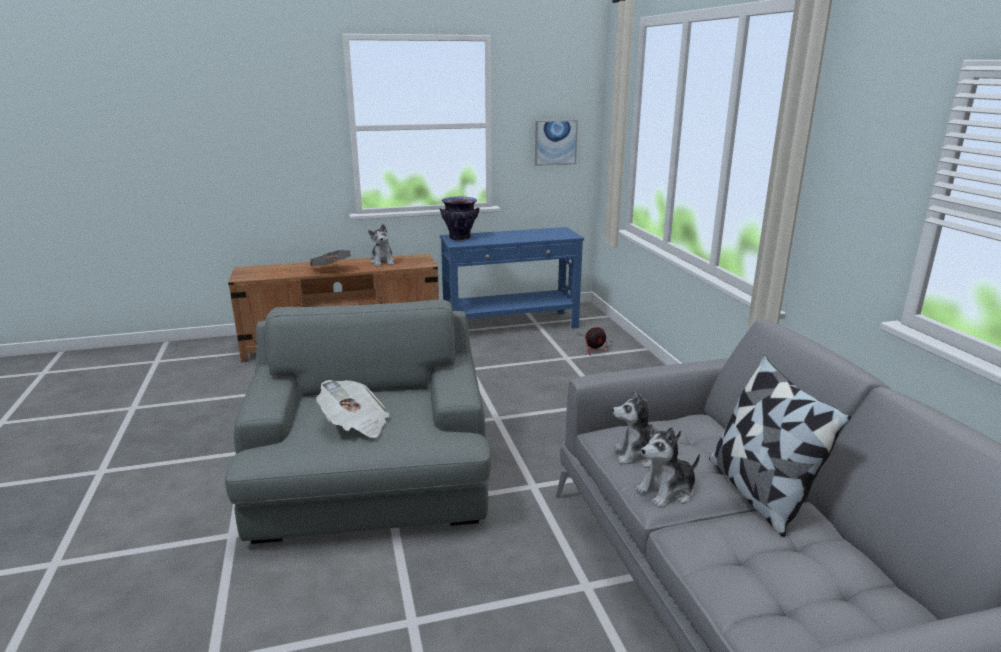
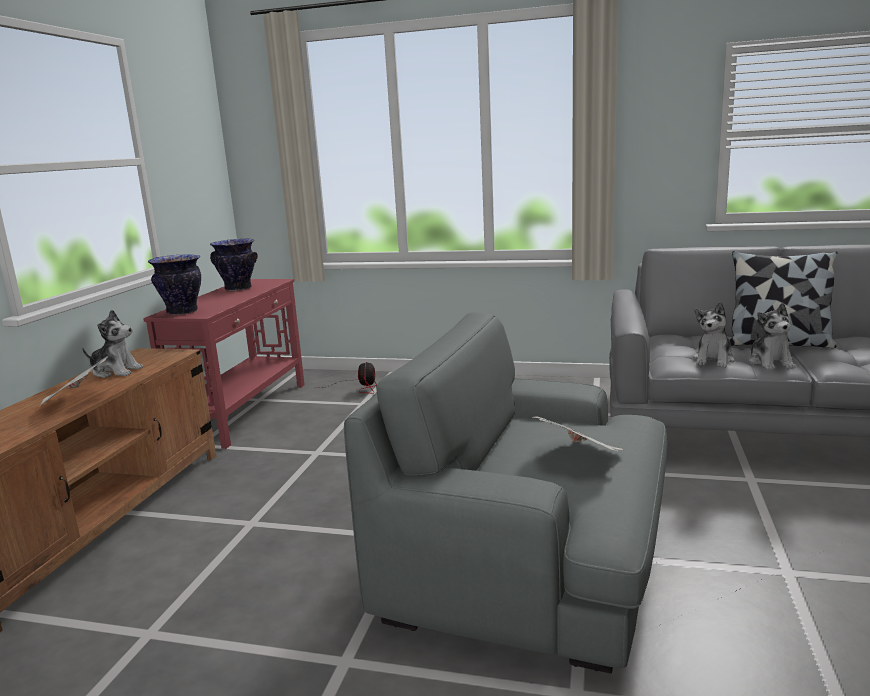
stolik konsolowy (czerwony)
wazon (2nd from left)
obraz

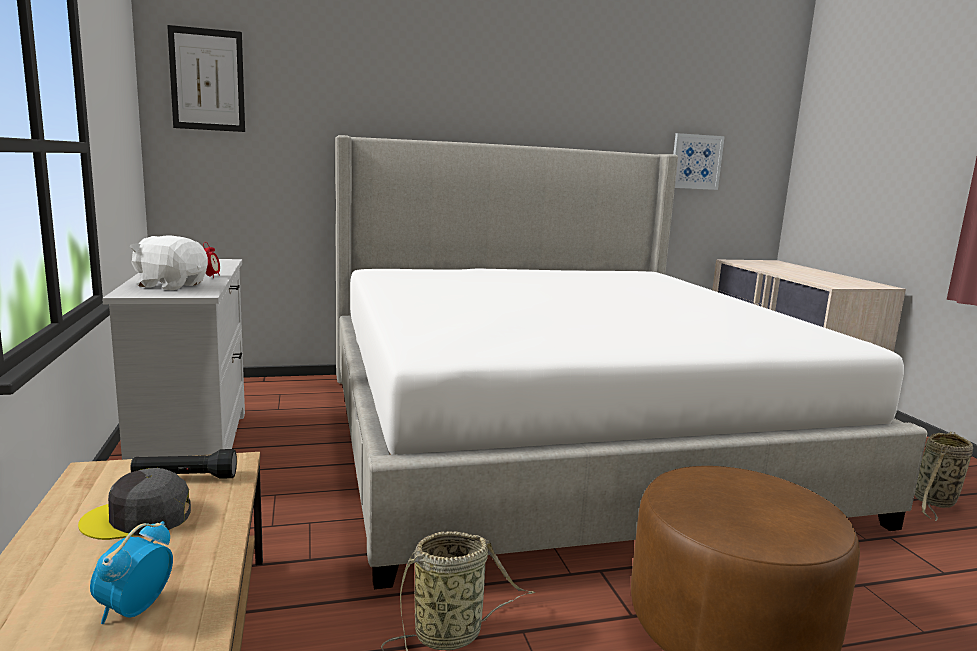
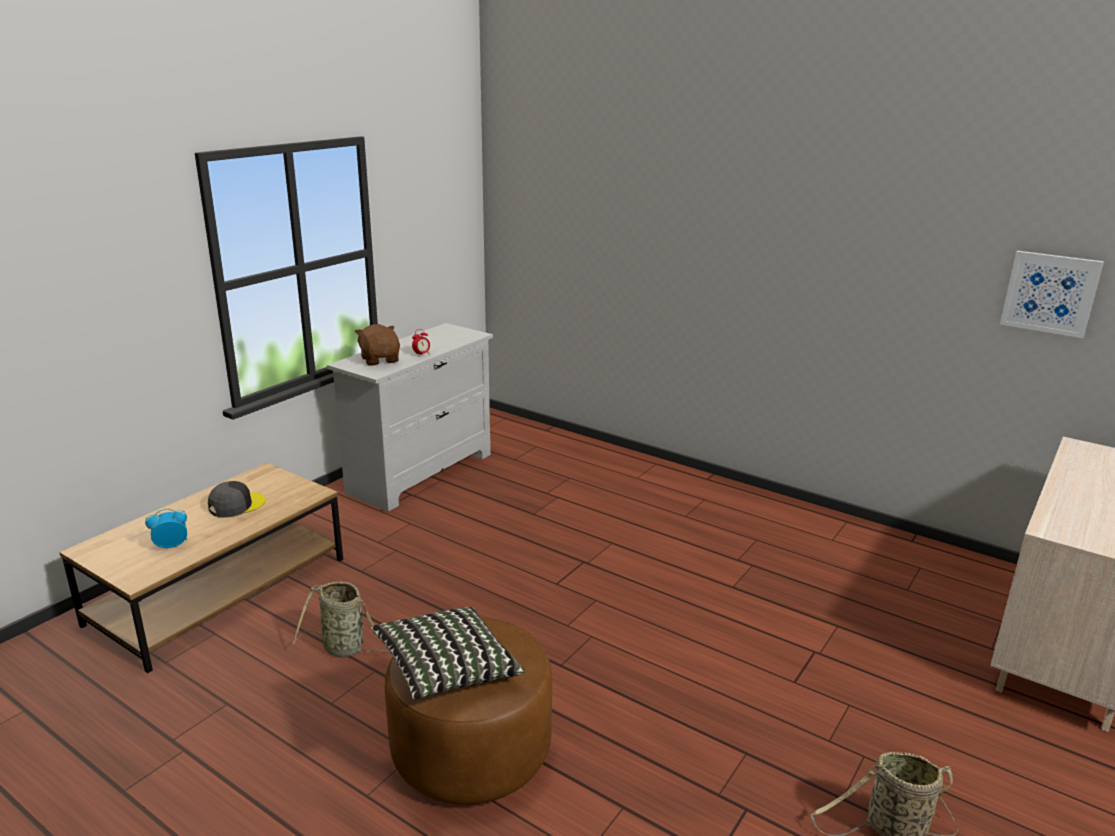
czapka z daszkiem (szary)
pluszak (brązowy)
poduszka
latarka (czarny)
obraz (1st from left in the first image)
łóżko

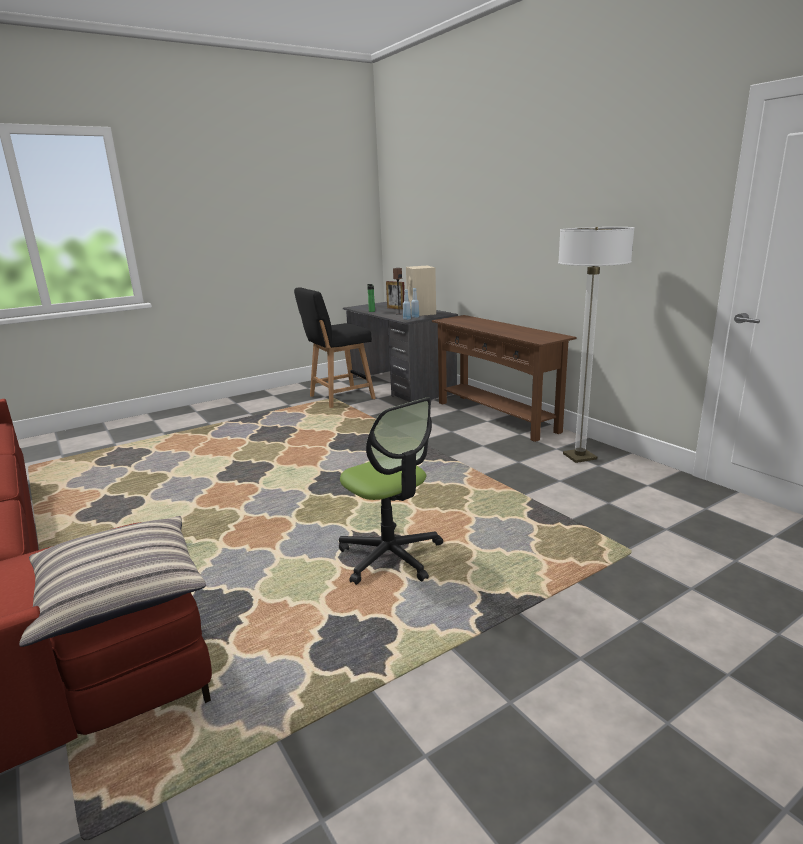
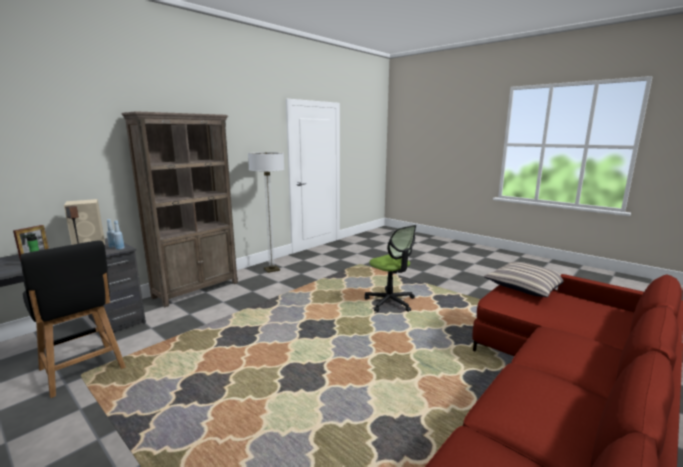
regał (brązowy)
krzesło biurowe

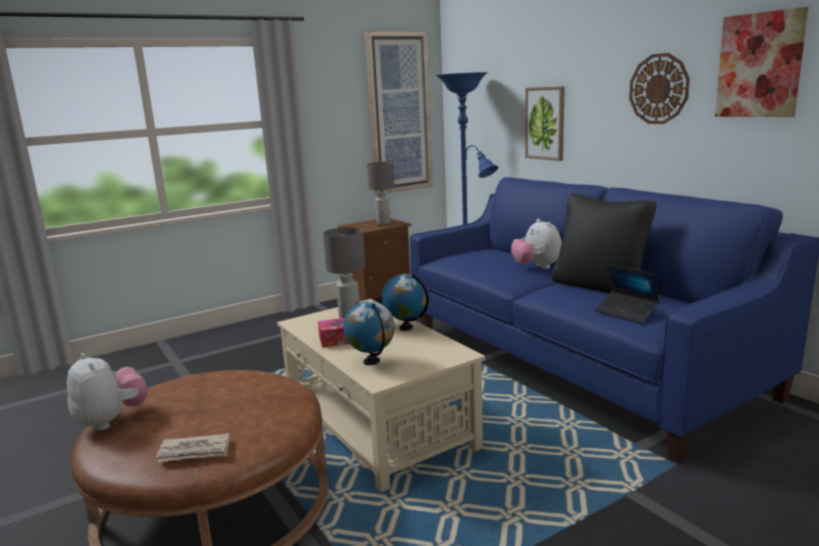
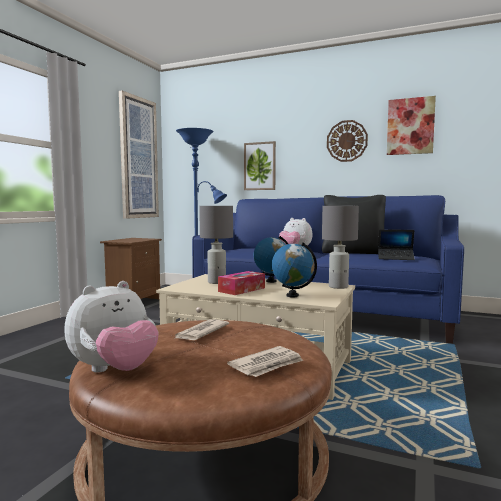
pluszak (1st from left)
gazeta (1st from left)
lampa stołowa (szary) (2nd from left)

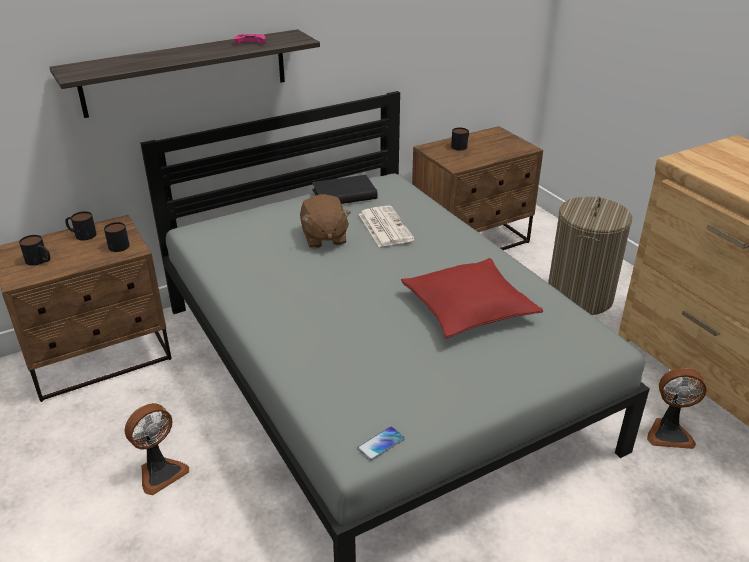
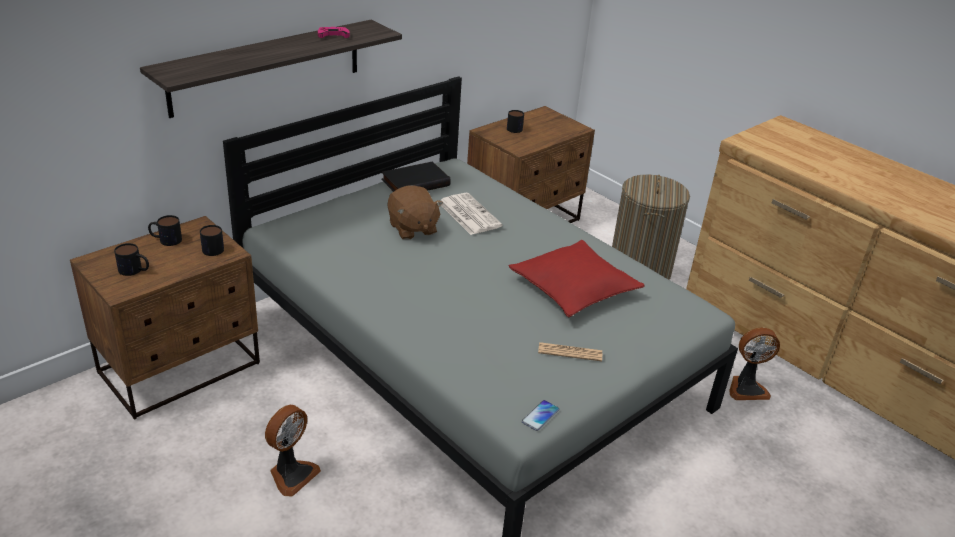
gazeta (2nd from left)

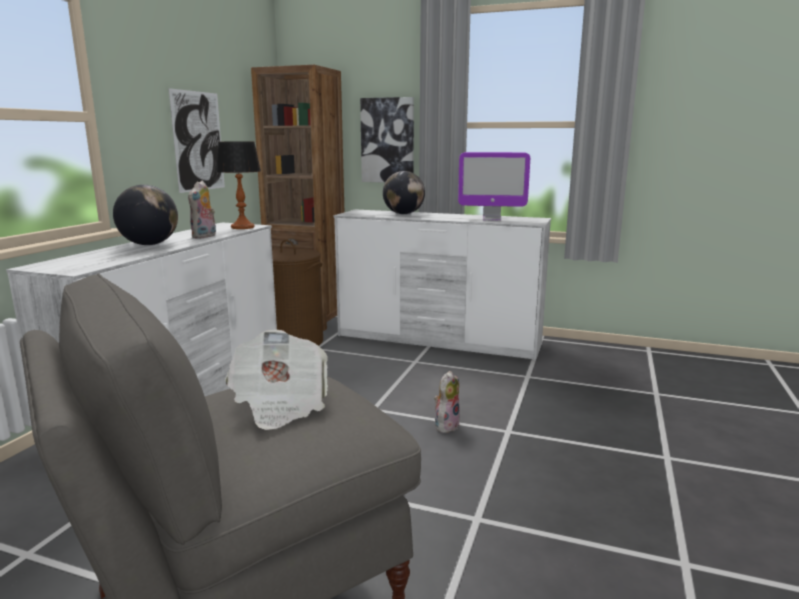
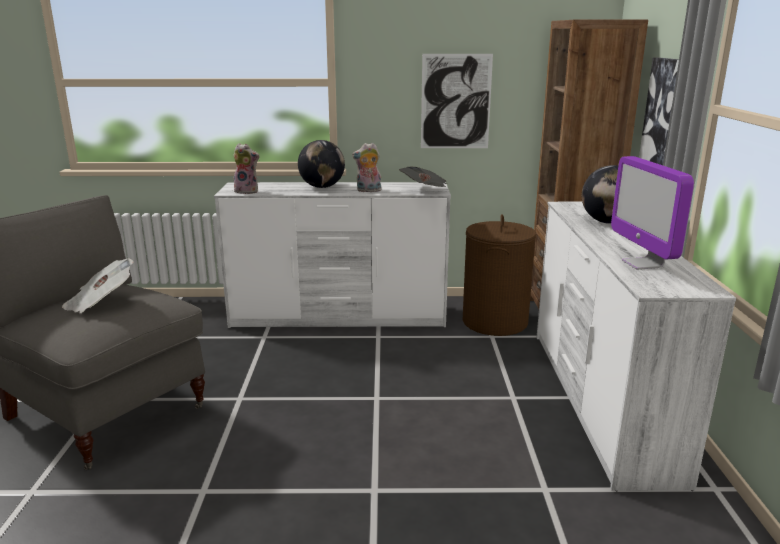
pluszak (1st from left)
gazeta (2nd from left)

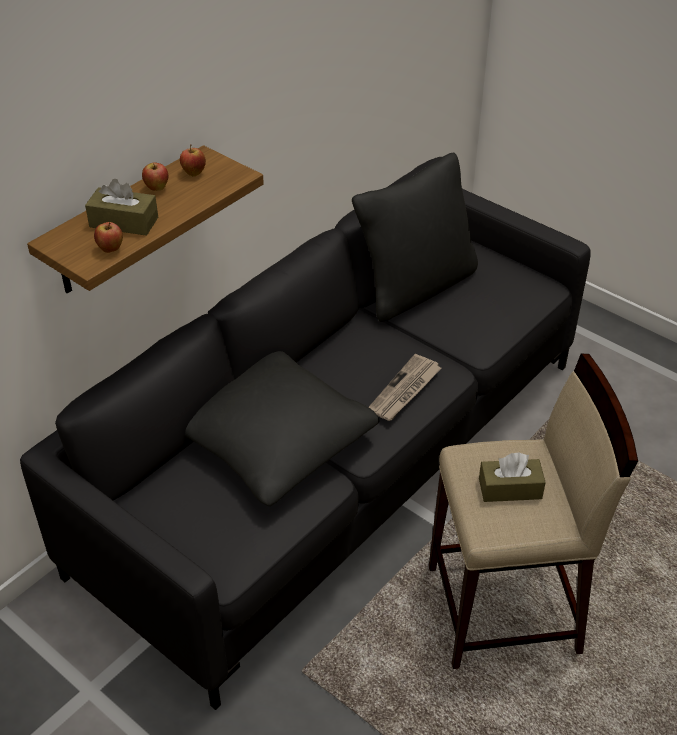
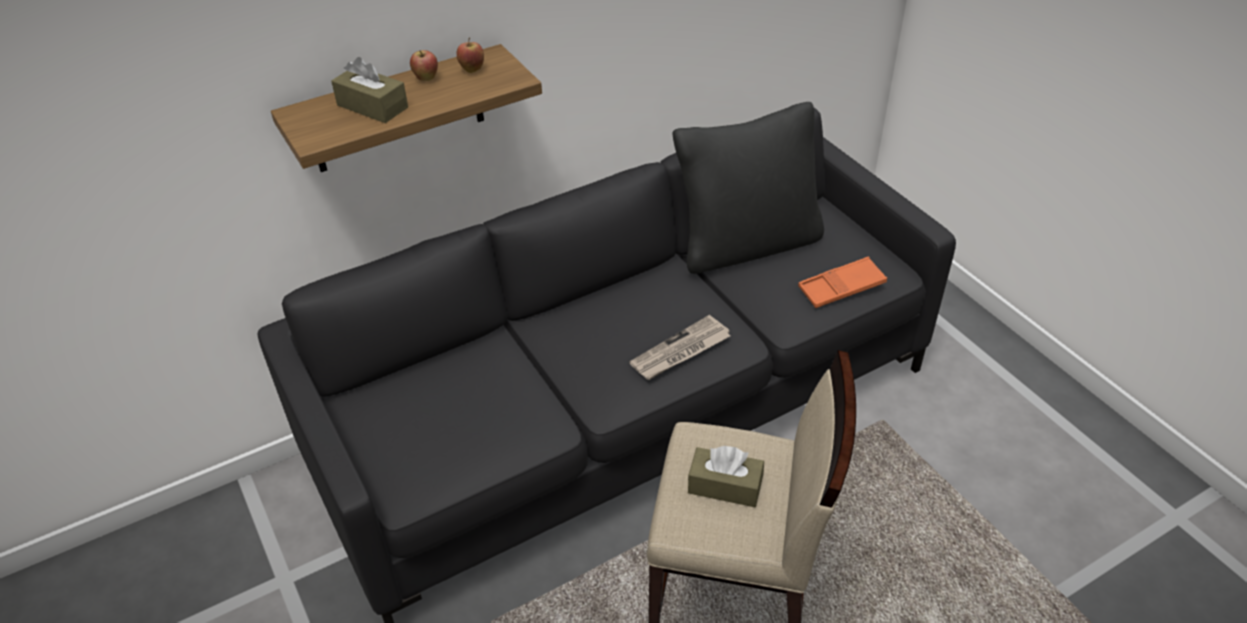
taca (pomarańczowy)
jabłko (1st from left in the first image)
poduszka (czarny) (1st from left in the first image)

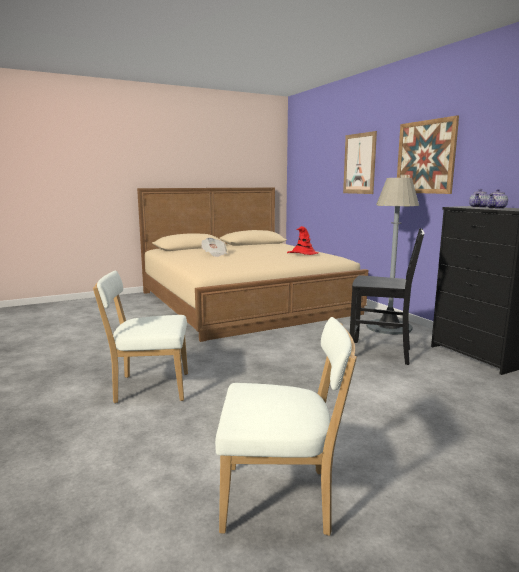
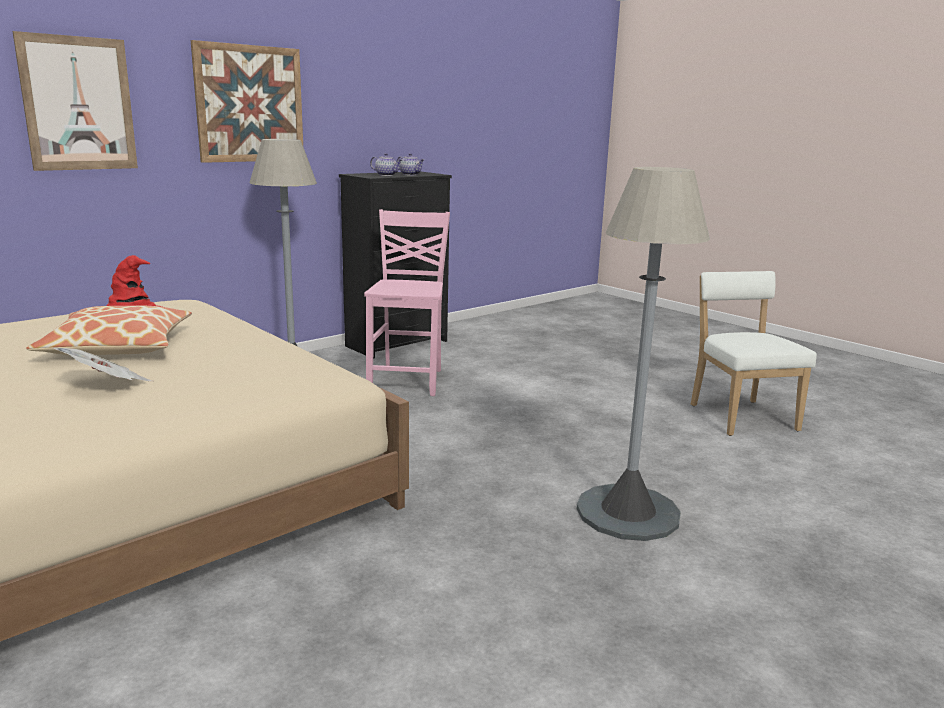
poduszka
krzesło (różowy)
lampa stojąca (szary) (2nd from left)

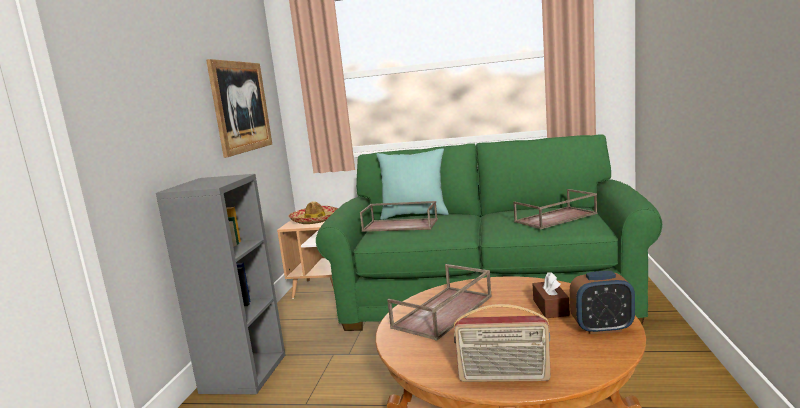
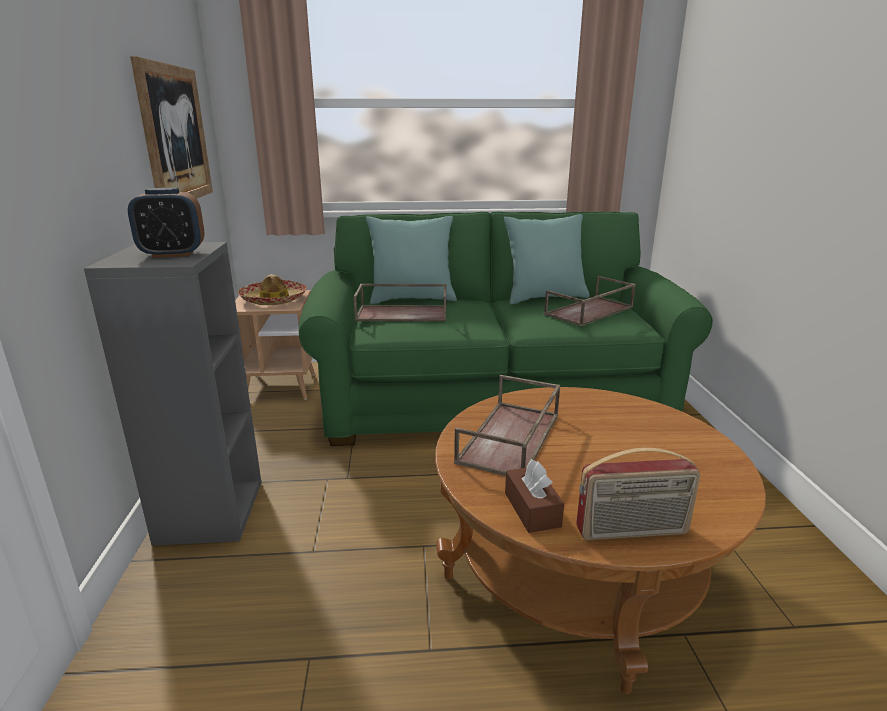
budzik
poduszka (turkusowy) (2nd from left)
pudełko chusteczek (brązowy)

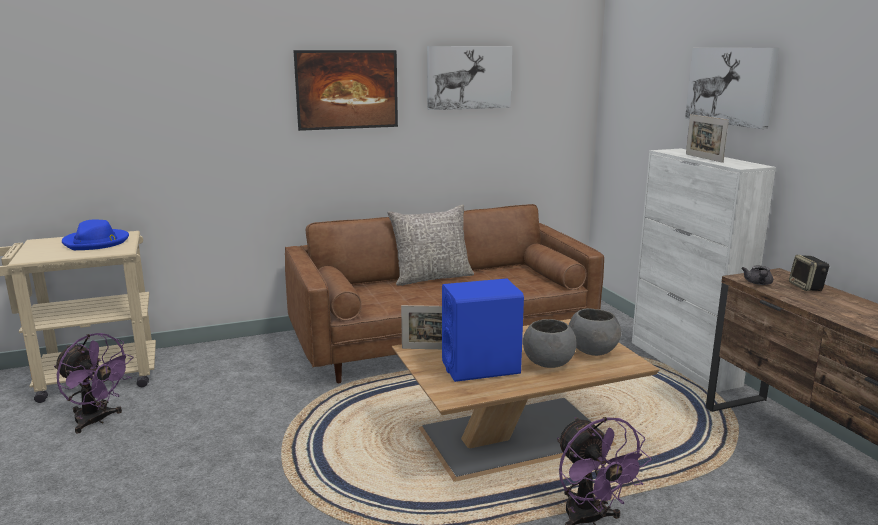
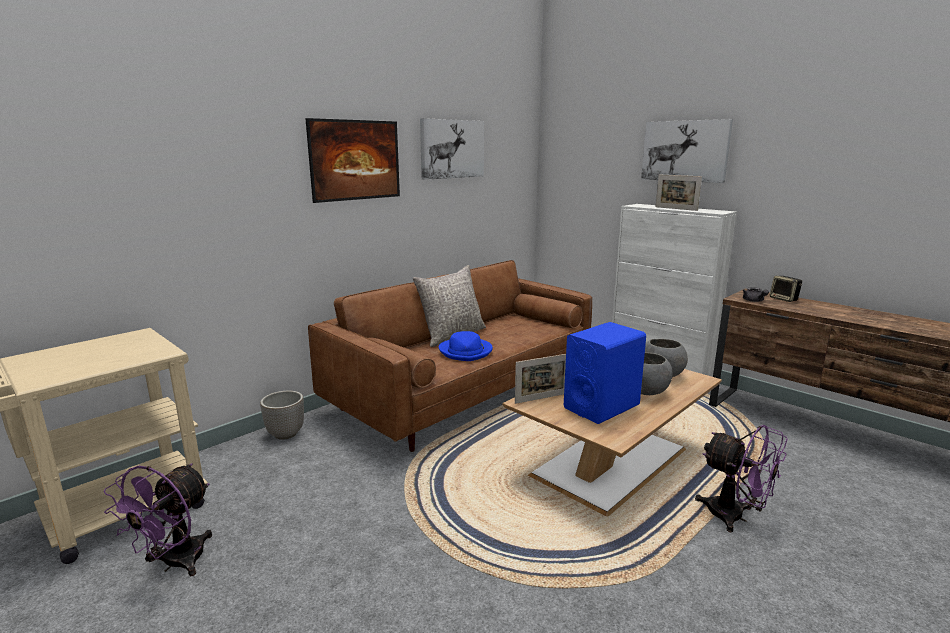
wentylator (fioletowy) (1st from left)
donica
kapelusz (niebieski)

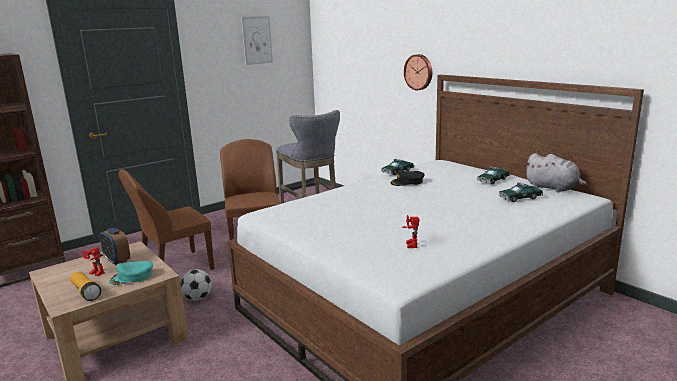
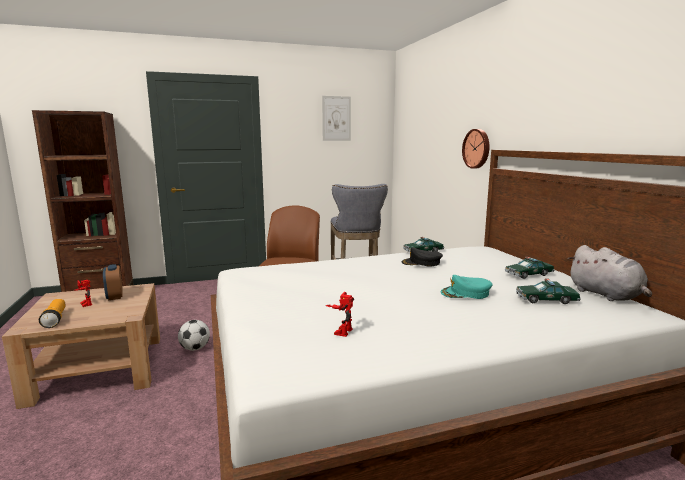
czapka z daszkiem (turkusowy)
krzesło (brązowy) (1st from left in the first image)

